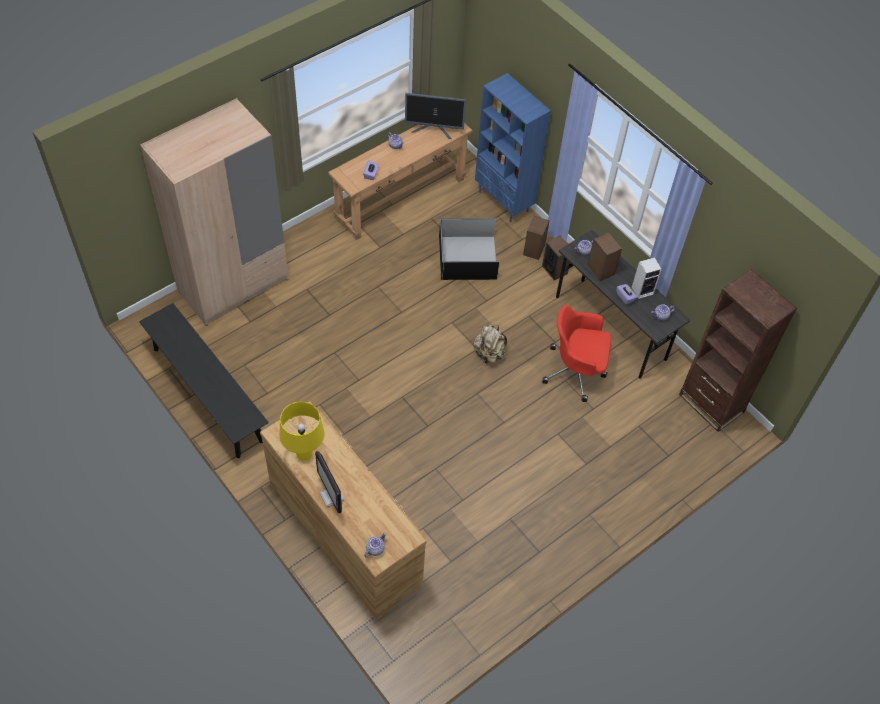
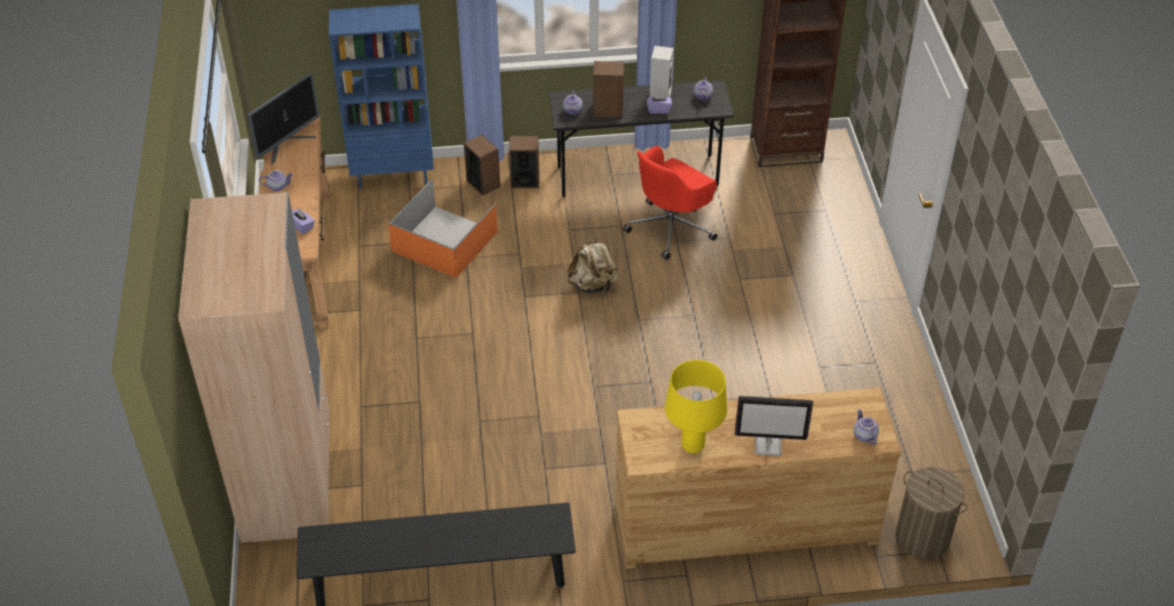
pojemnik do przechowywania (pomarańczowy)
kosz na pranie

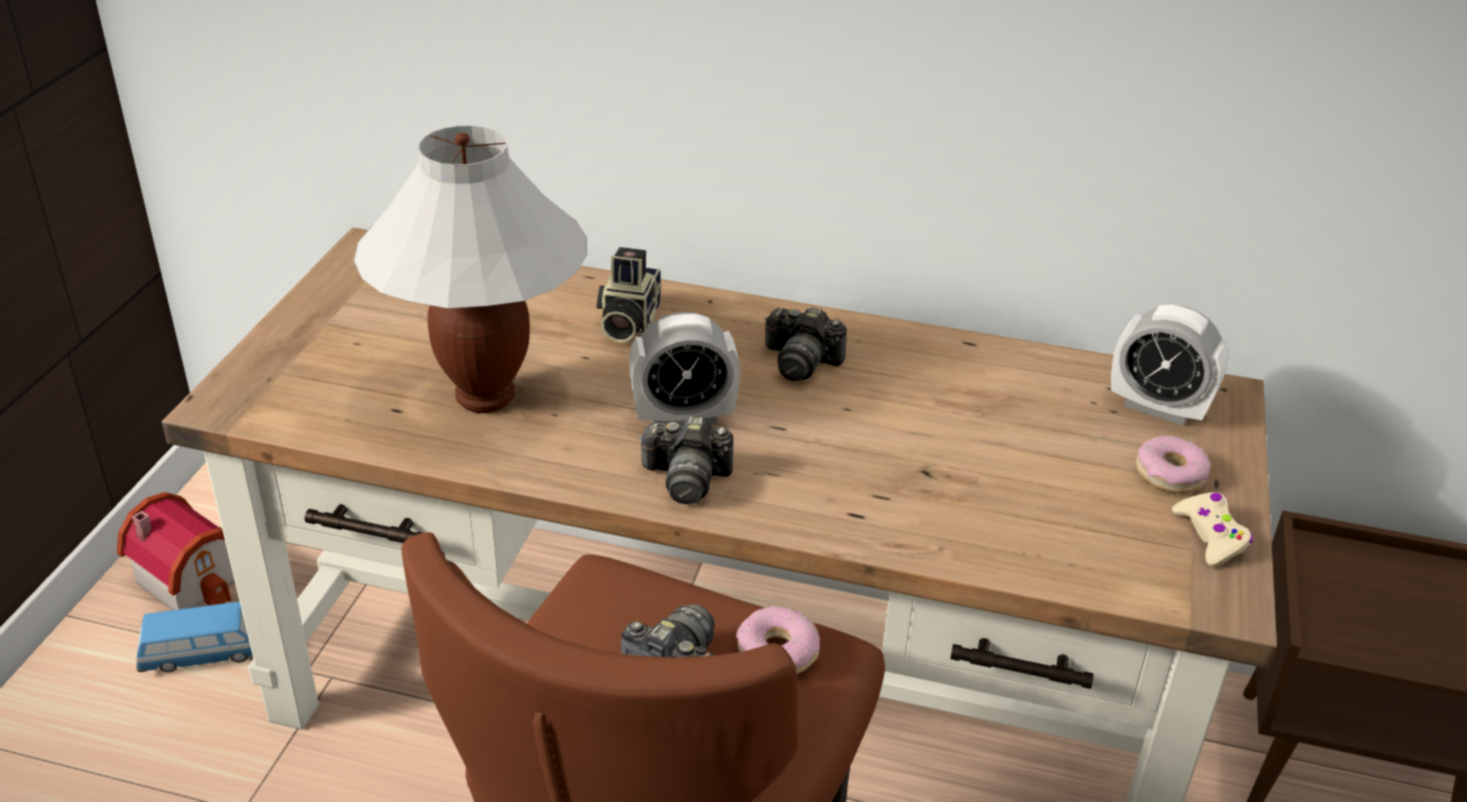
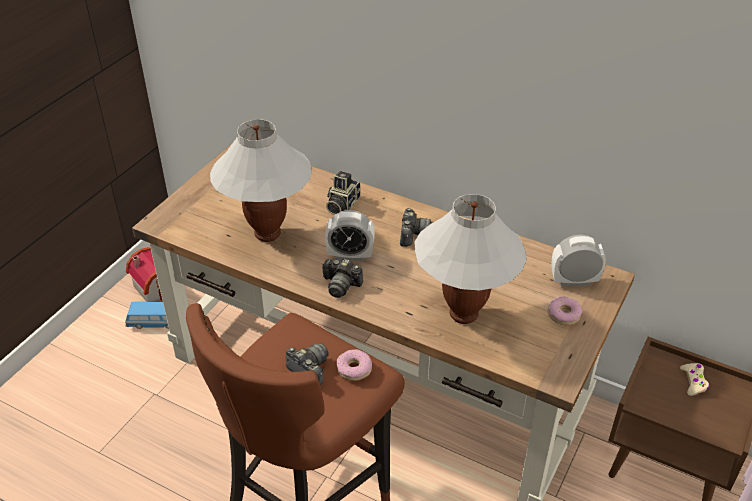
aparat fotograficzny (4th from left)
lampa stołowa (biały) (2nd from left)
budzik (2nd from left)
pad do gier (beżowy)

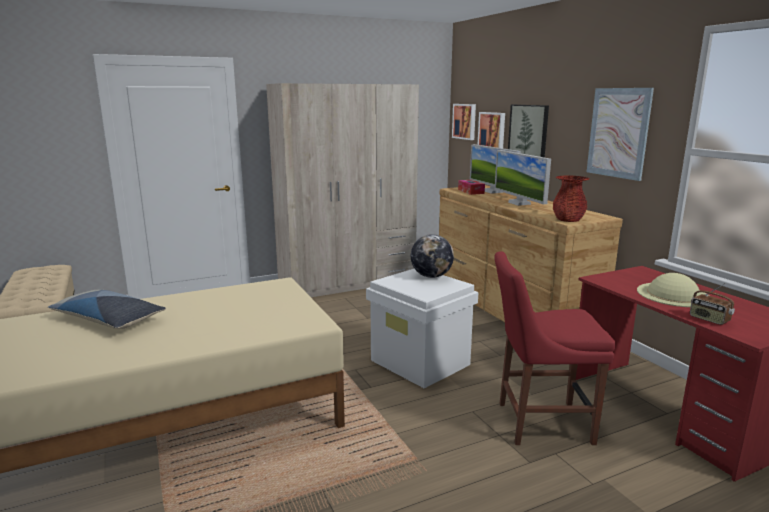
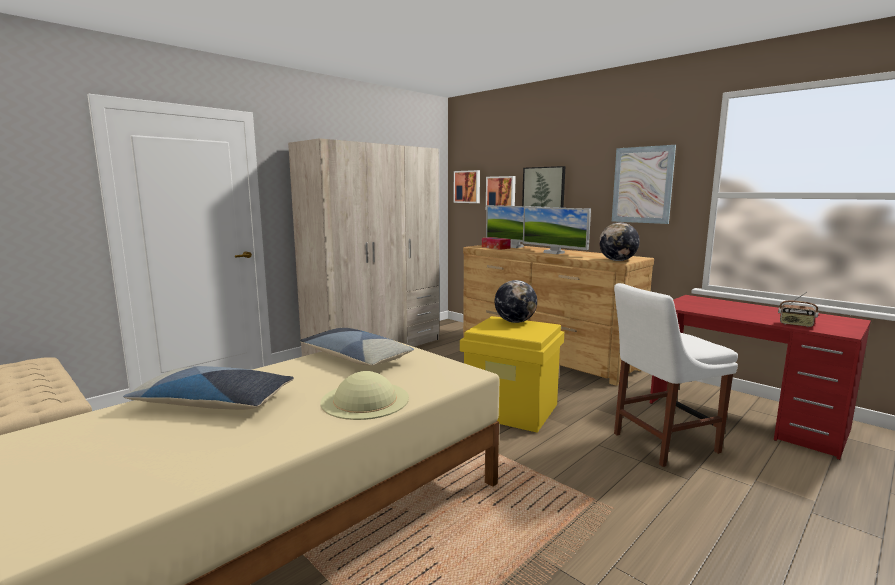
poduszka (2nd from left)
kapelusz (beżowy)
pojemnik do przechowywania (żółty)
globus (2nd from left)
krzesło (biały)

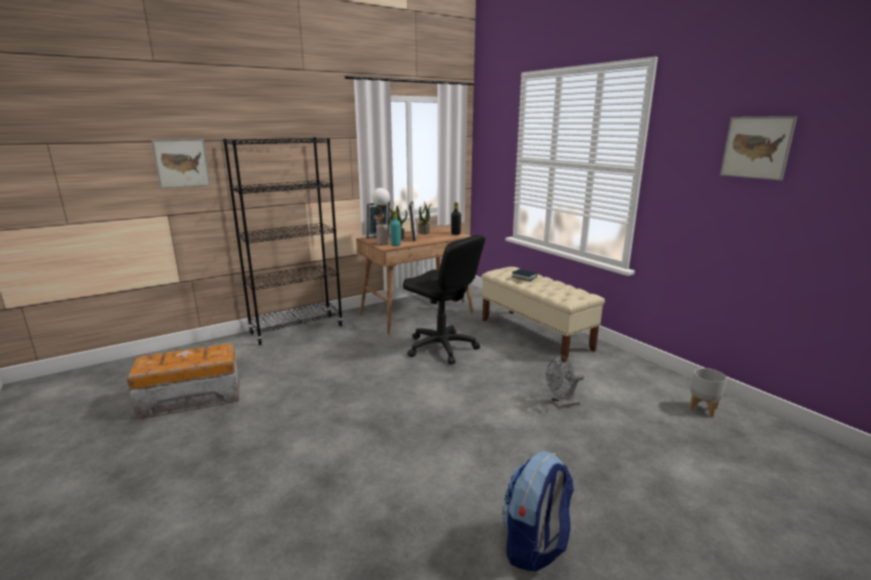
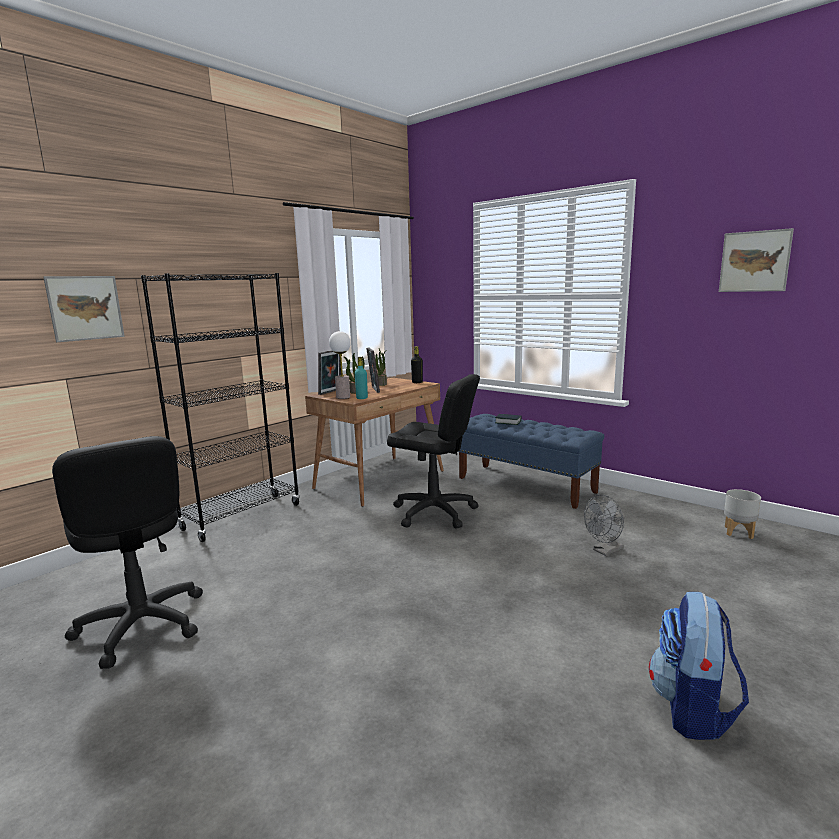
krzesło biurowe (czarny) (1st from left)
ławka (niebieski)

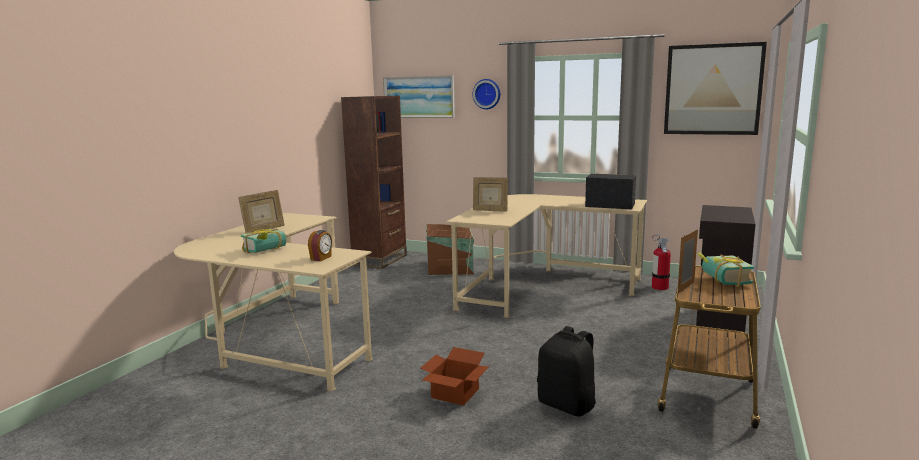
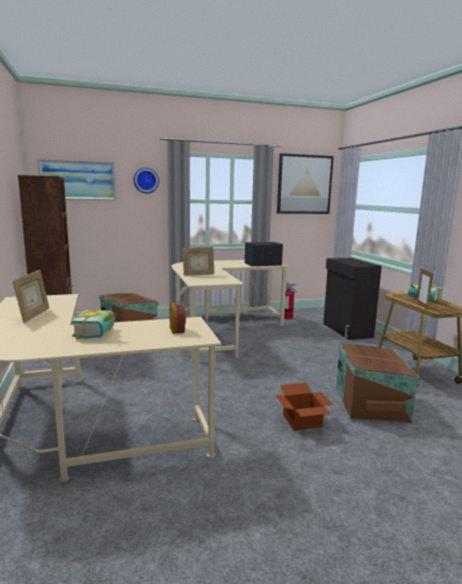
pojemnik do przechowywania (brązowy) (2nd from left)

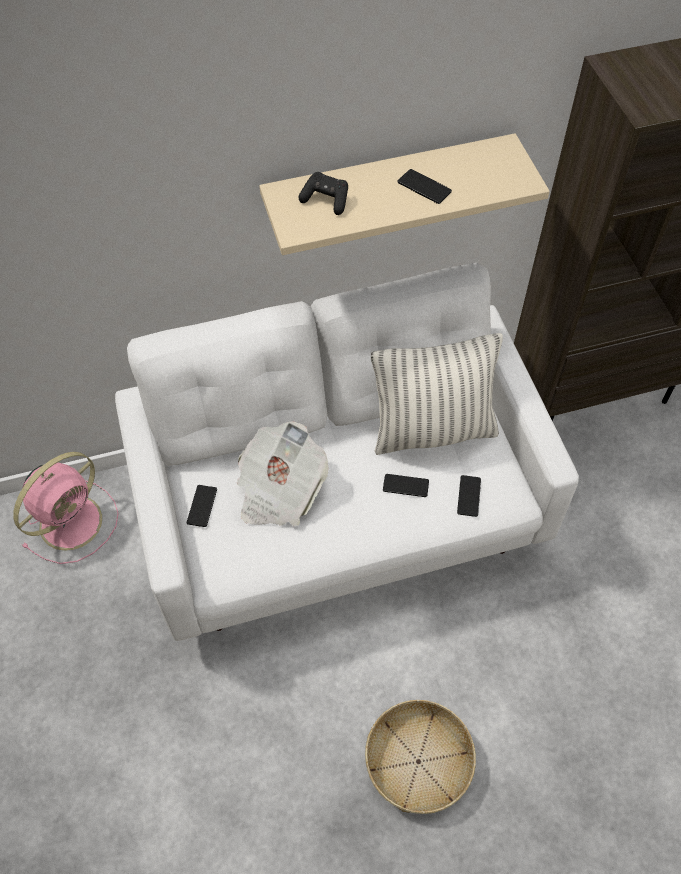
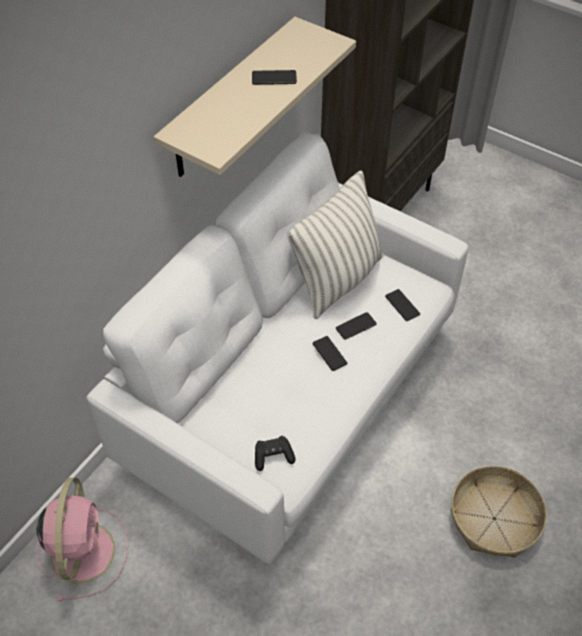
pad do gier (czarny)
telefon (2nd from left)
gazeta

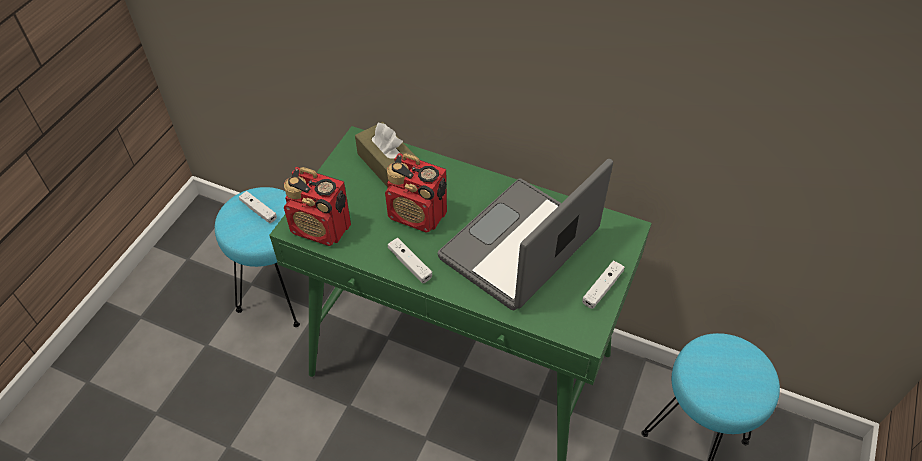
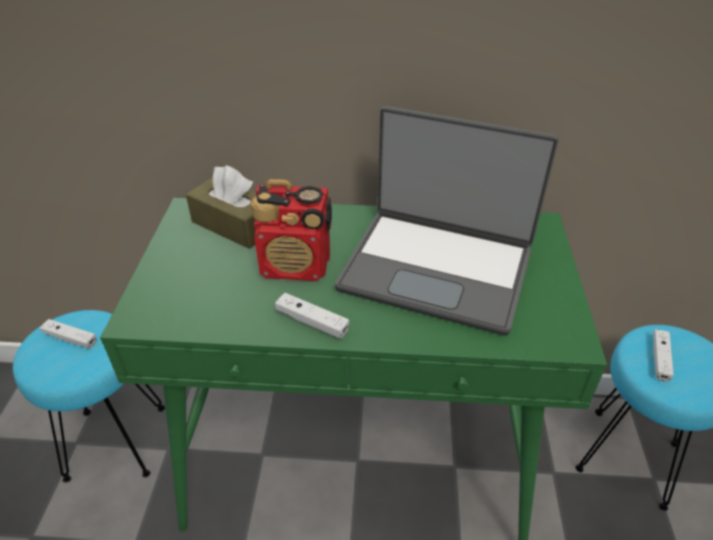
laptop
pad do gier (biały) (3rd from left)
radio (1st from left in the first image)

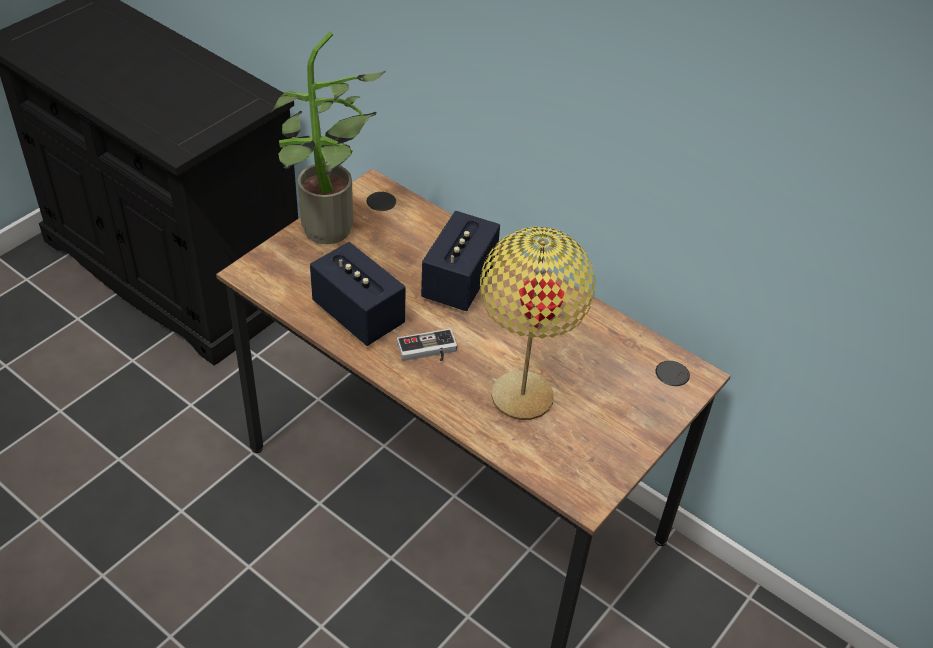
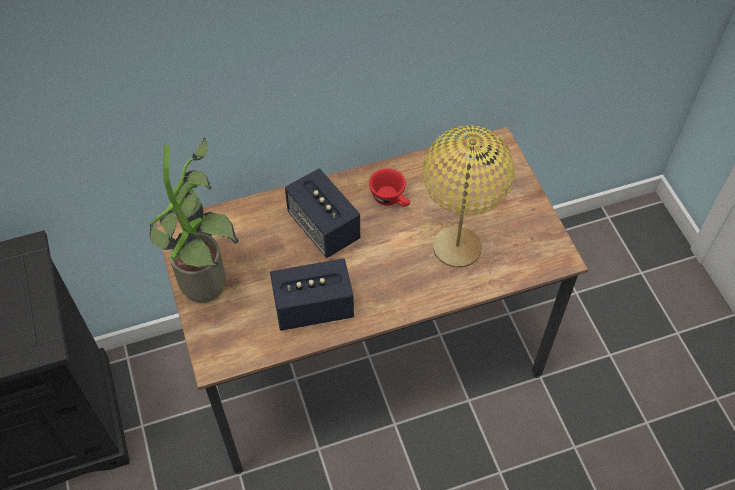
pad do gier

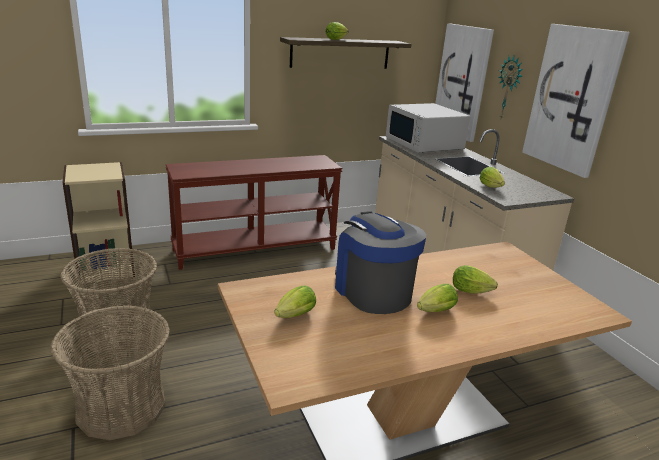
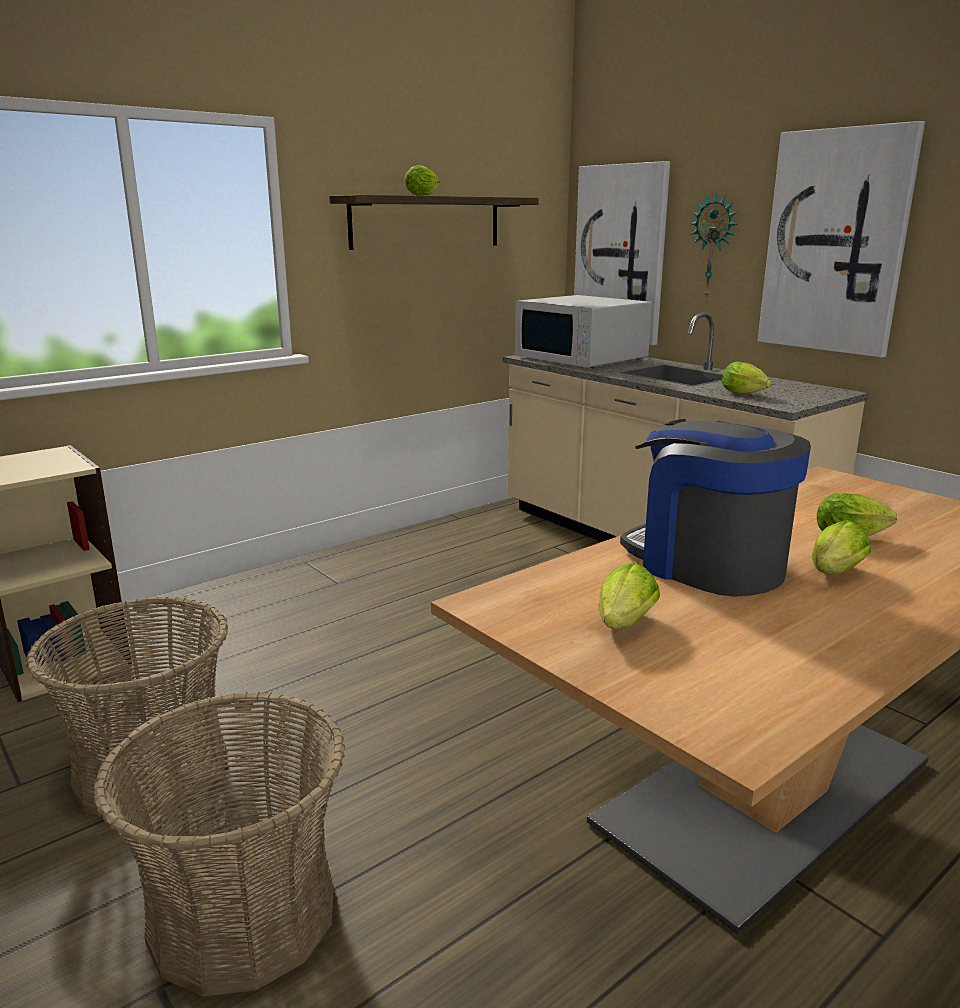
stolik konsolowy (brązowy)

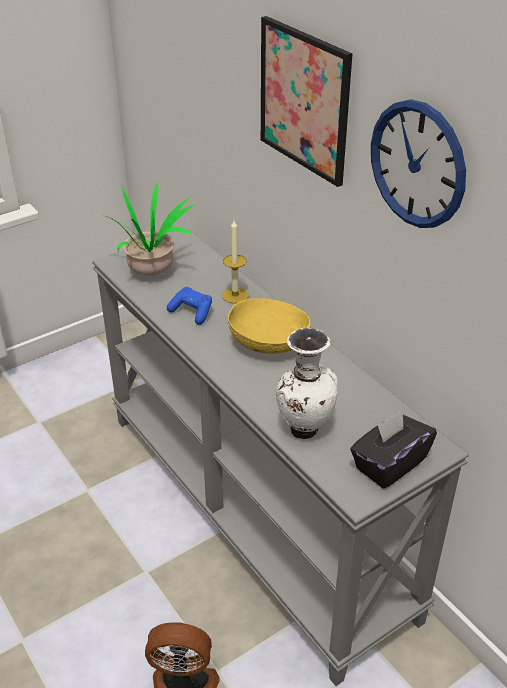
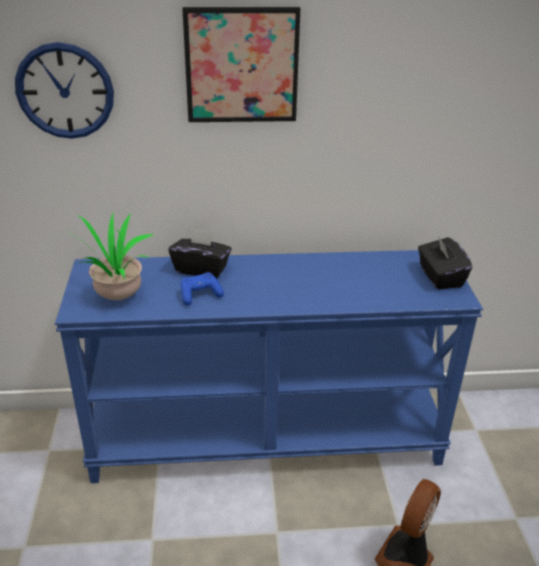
zegar ścienny
stolik konsolowy (niebieski)
pudełko chusteczek (czarny) (1st from left)
miska (żółty)
wazon (biały)

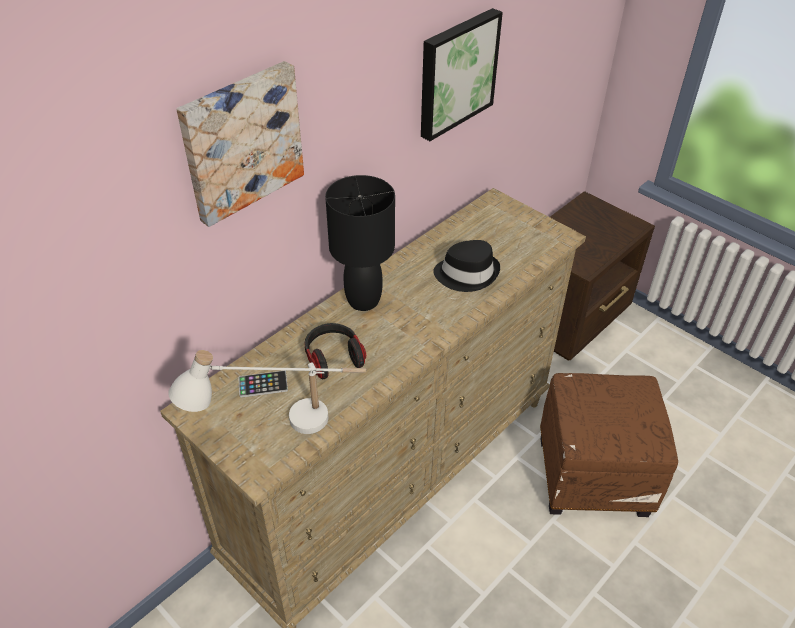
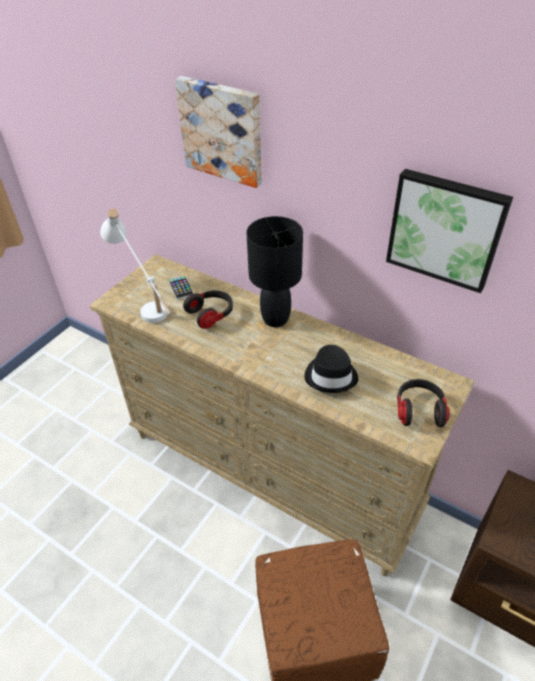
słuchawki (2nd from left)

